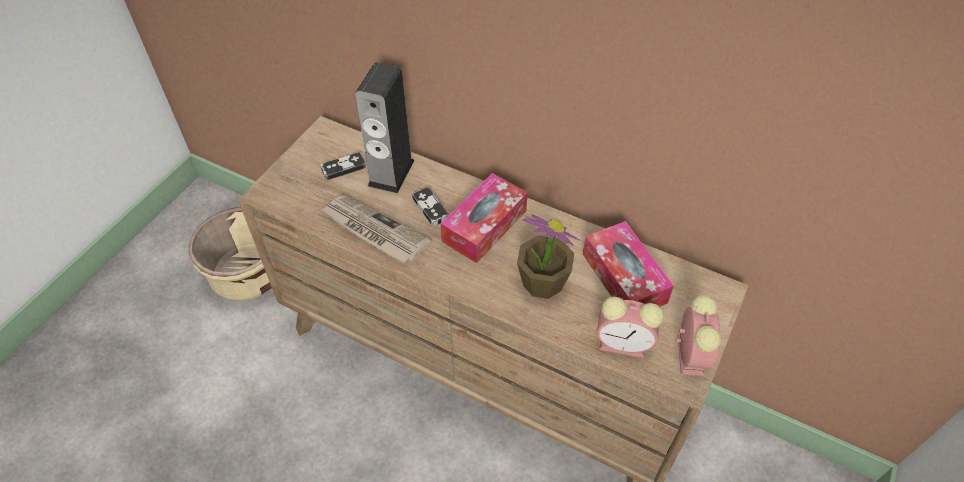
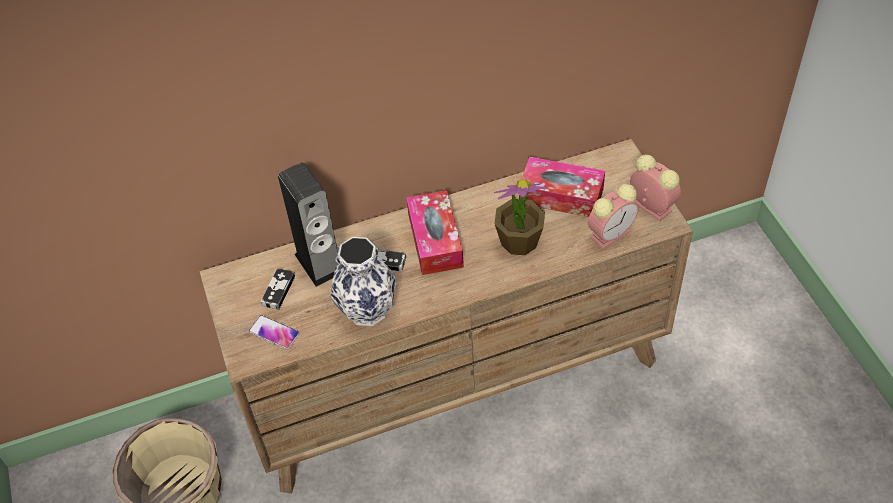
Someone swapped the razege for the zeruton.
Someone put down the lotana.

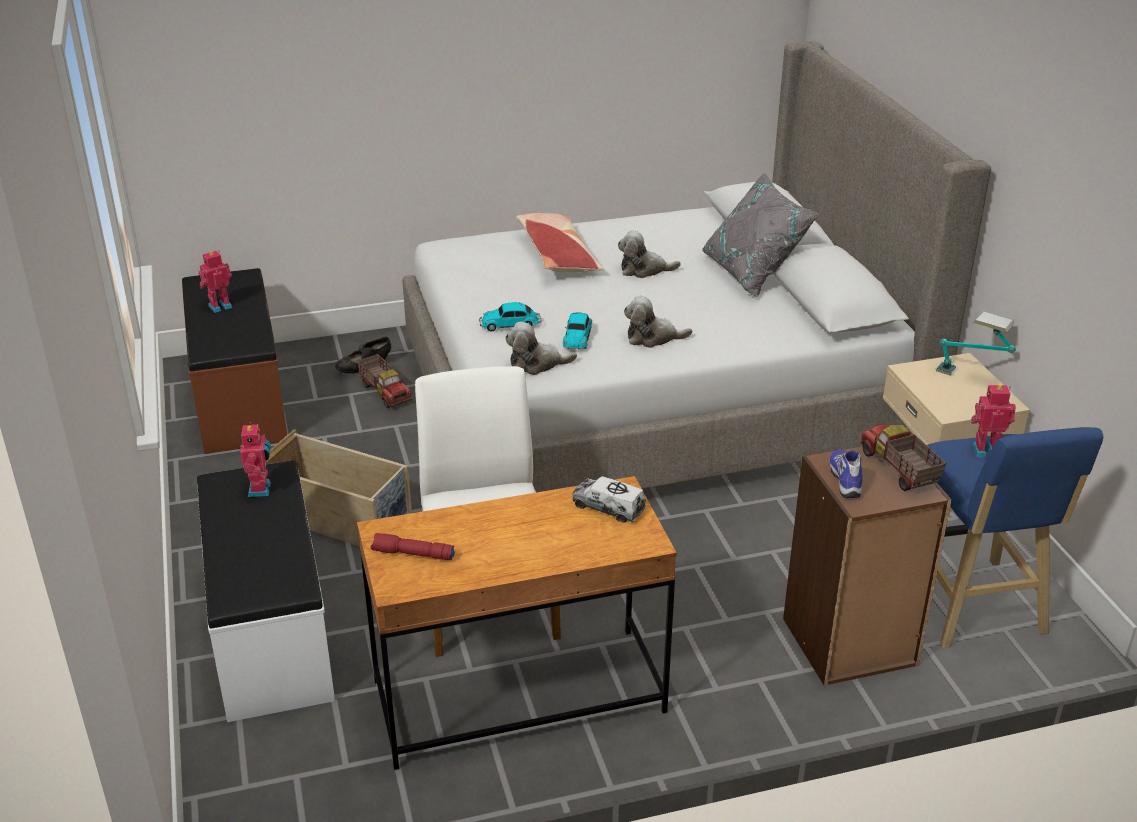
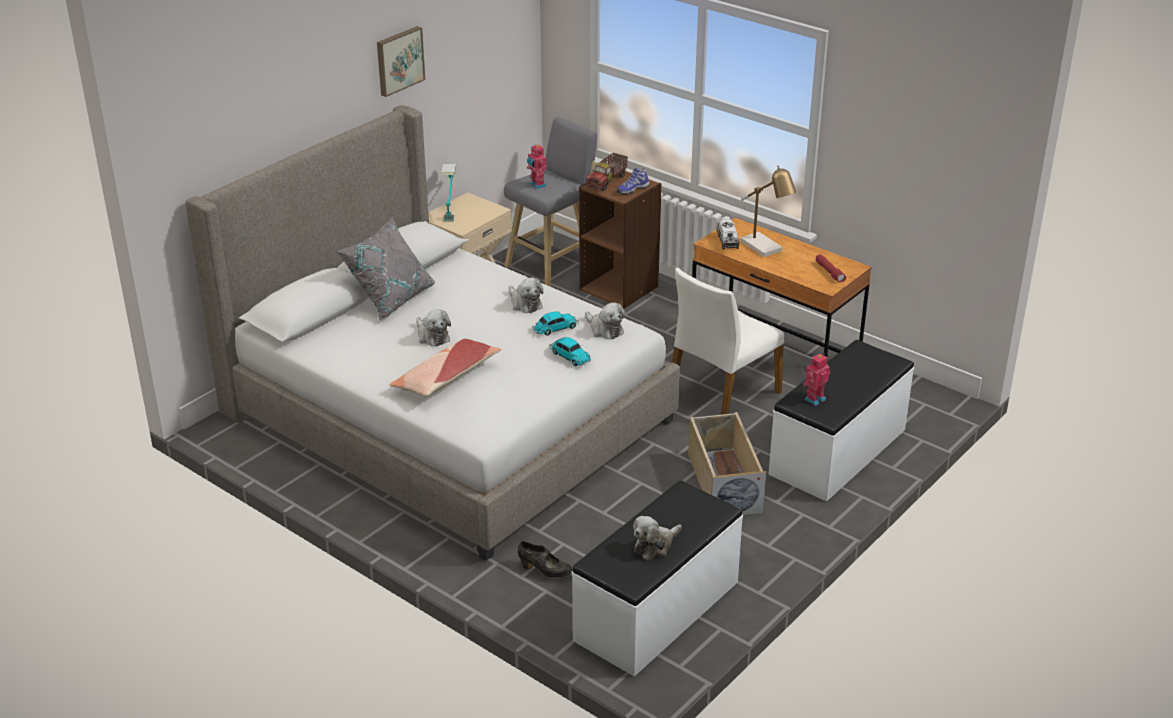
Someone swapped the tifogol (1st from left) for the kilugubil (4th from left).
Someone repainted the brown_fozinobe, which became the white_fozinobe (1st from left).
Someone took away the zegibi (1st from left).
Someone repainted the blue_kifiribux, which became the grey_kifiribux.
Someone put up the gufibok.
Someone put down the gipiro (2nd from left).

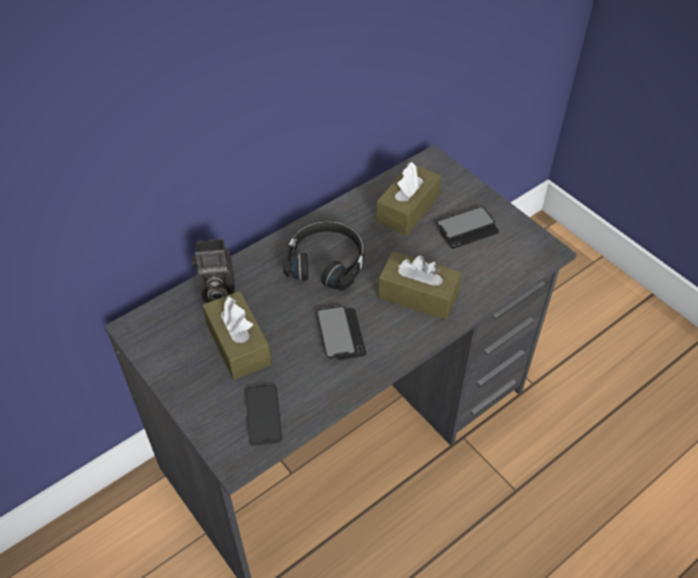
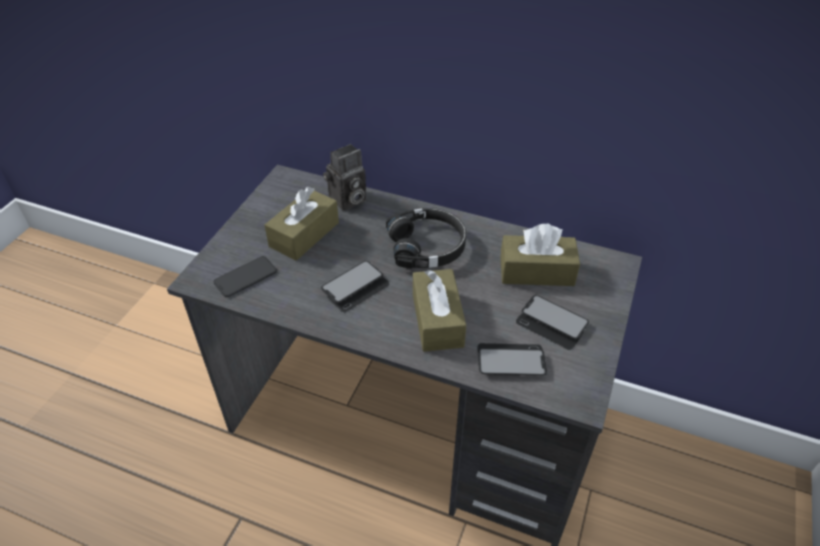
Someone rotated the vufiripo by 90 degrees counterclockwise.
Someone put down the lotana (3rd from left).

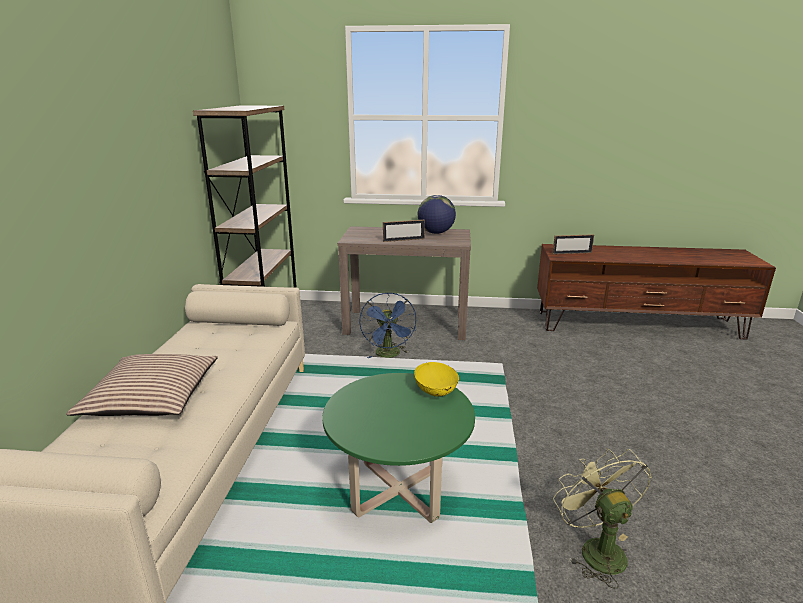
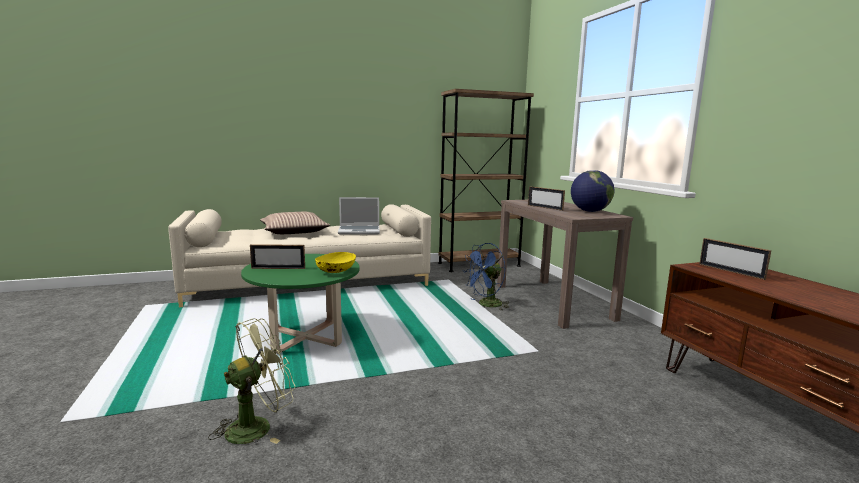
Someone put down the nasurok.
Someone put down the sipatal (1st from left).

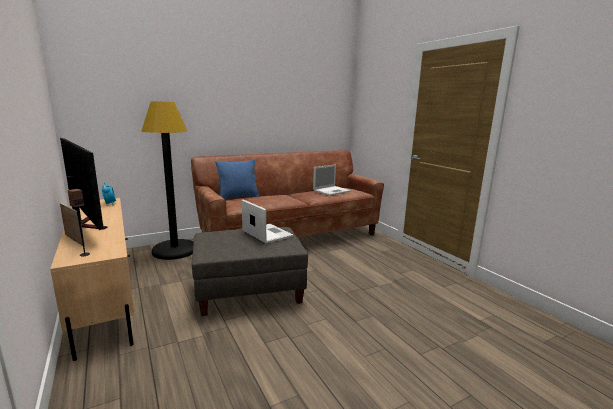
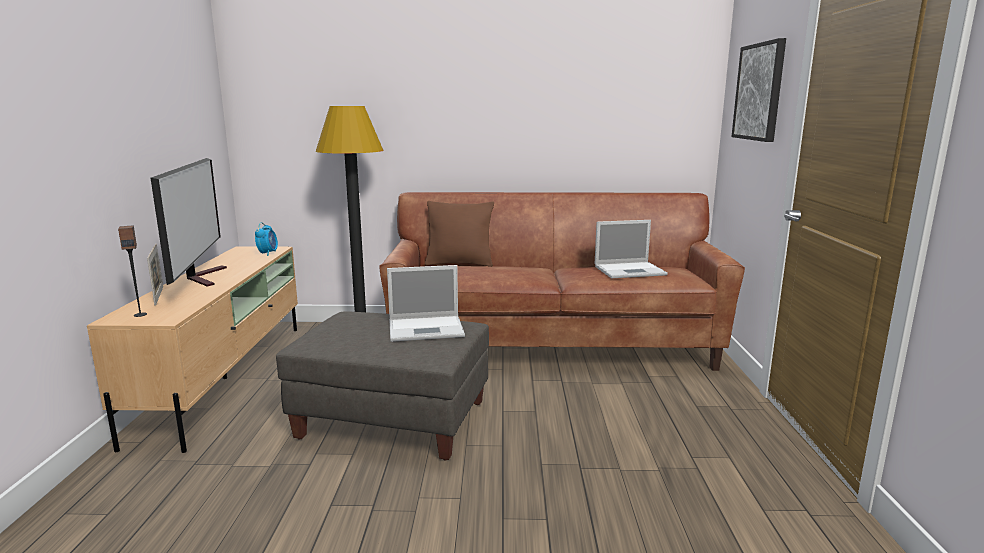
Someone repainted the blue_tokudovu, which became the brown_tokudovu.
Someone rotated the nasurok (1st from left) by 90 degrees clockwise.
Someone put up the gufibok.

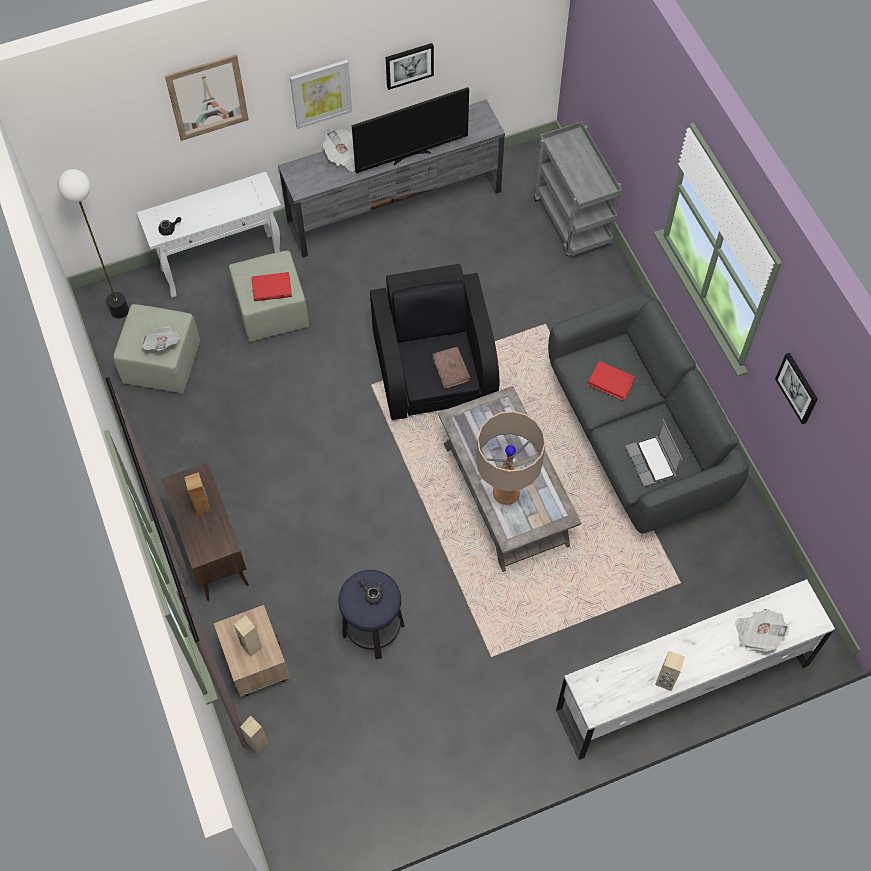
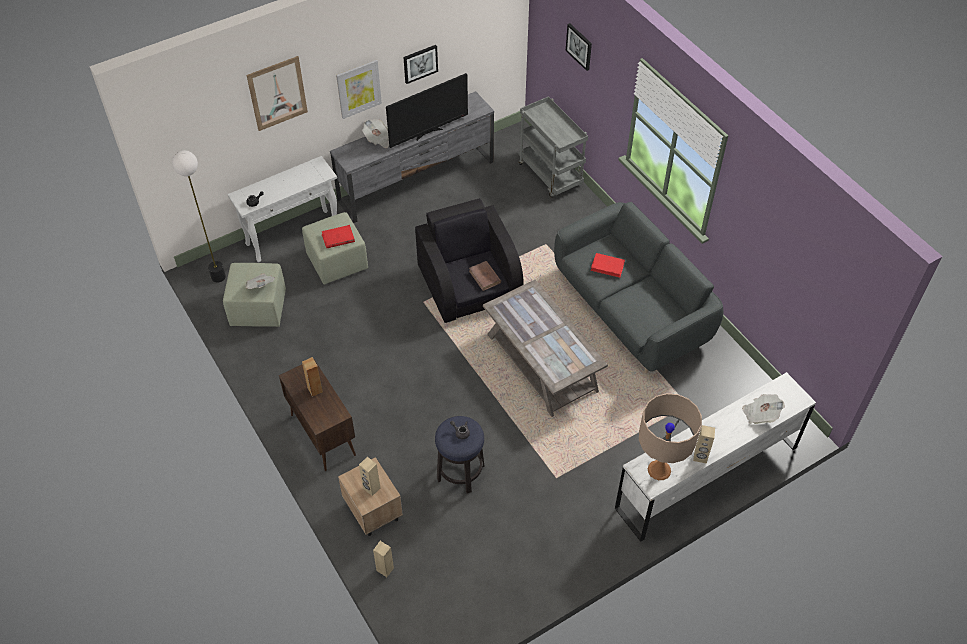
Someone carried the gufibok (4th from left).
Someone carried the beige_gipiro.
Someone took away the nasurok.

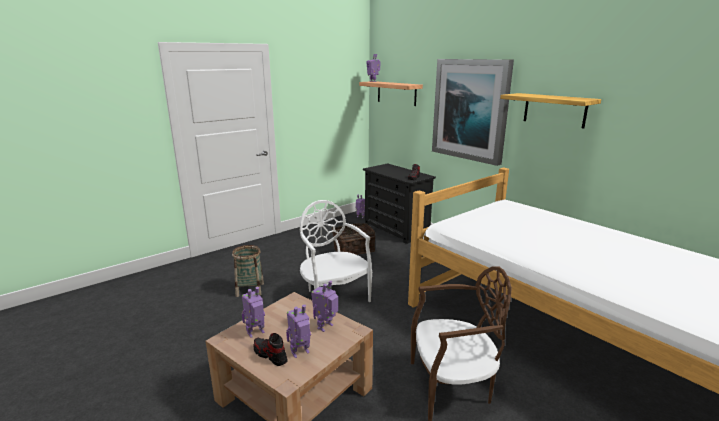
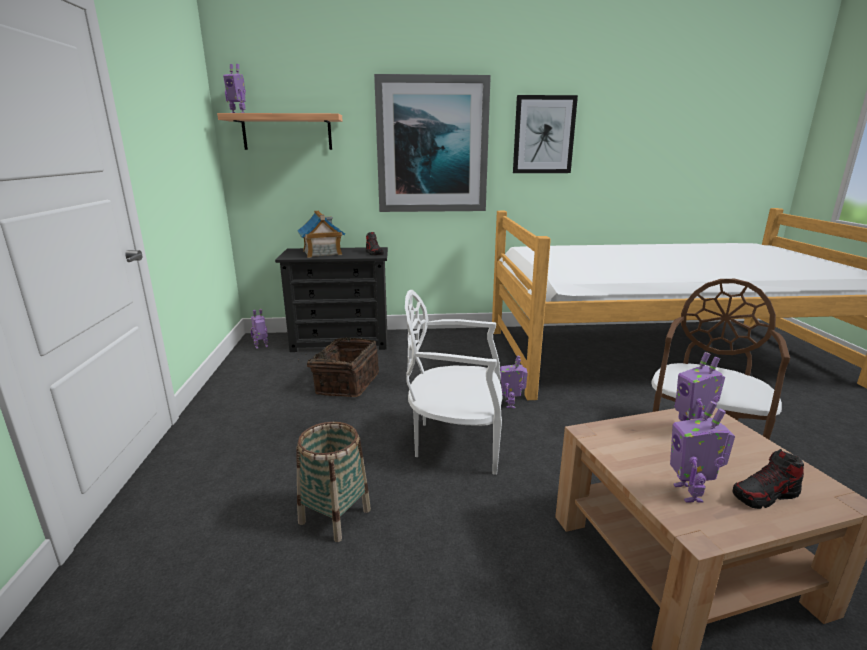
Someone swapped the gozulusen (2nd from left) for the gufibok (2nd from left).
Someone carried the tifogol (2nd from left in the first image).
Someone put down the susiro.

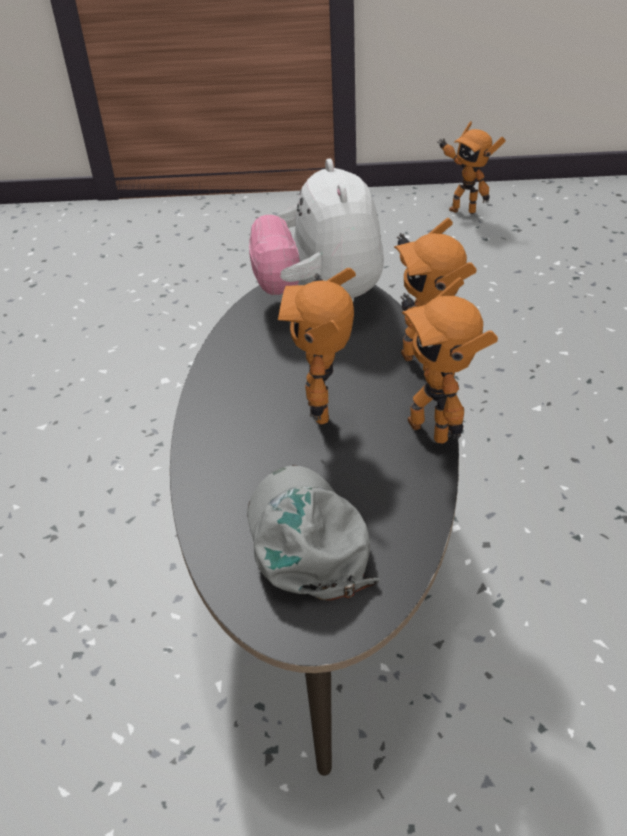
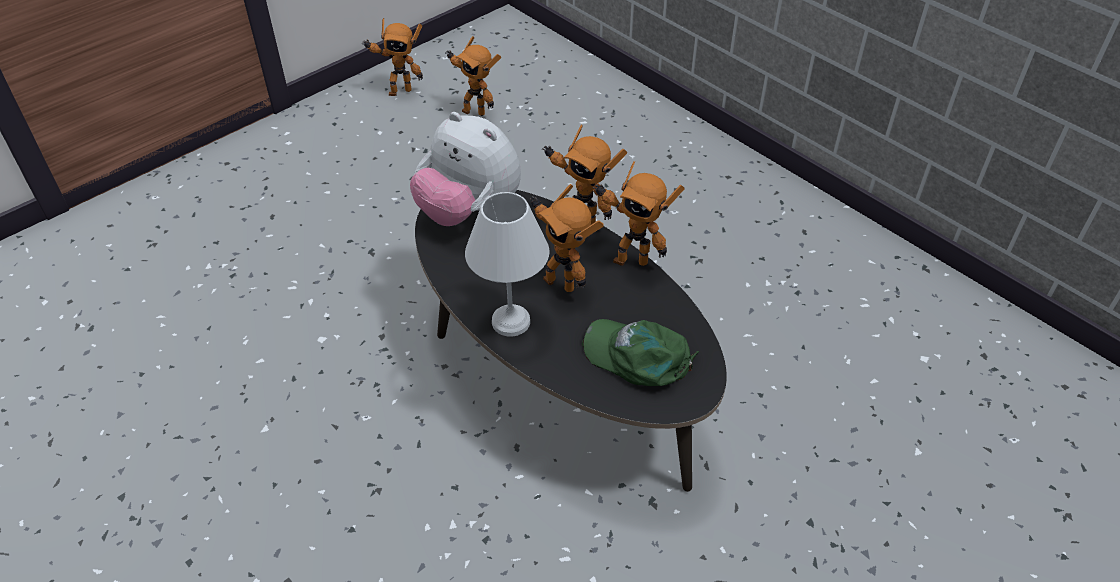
Someone repainted the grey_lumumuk, which became the green_lumumuk.
Someone put down the tifogol (2nd from left).
Someone put down the white_gipiro.

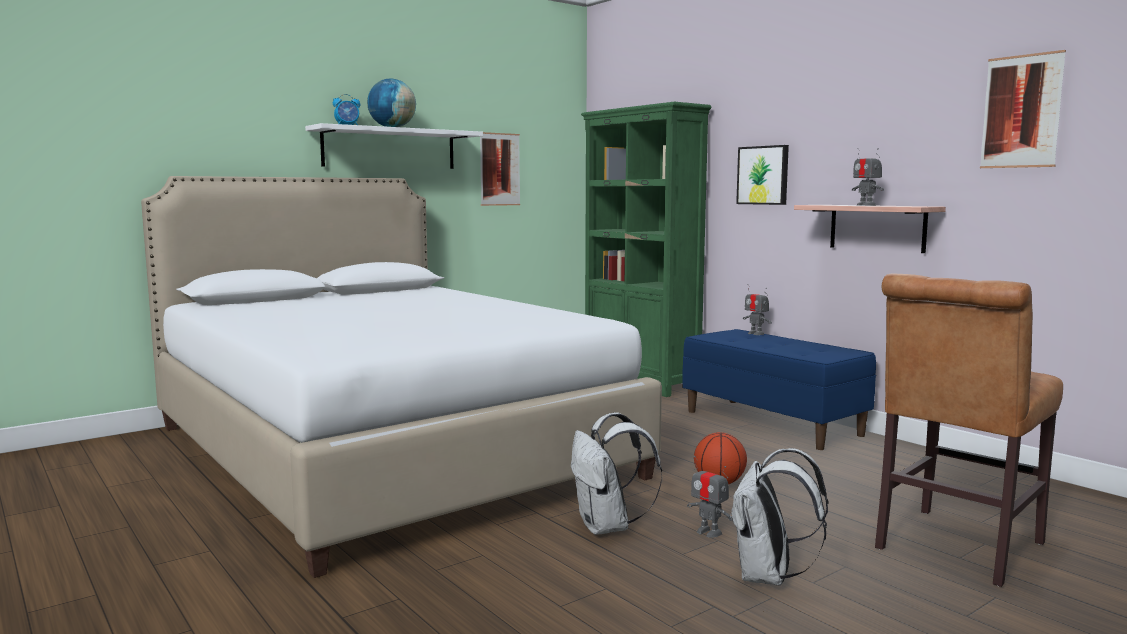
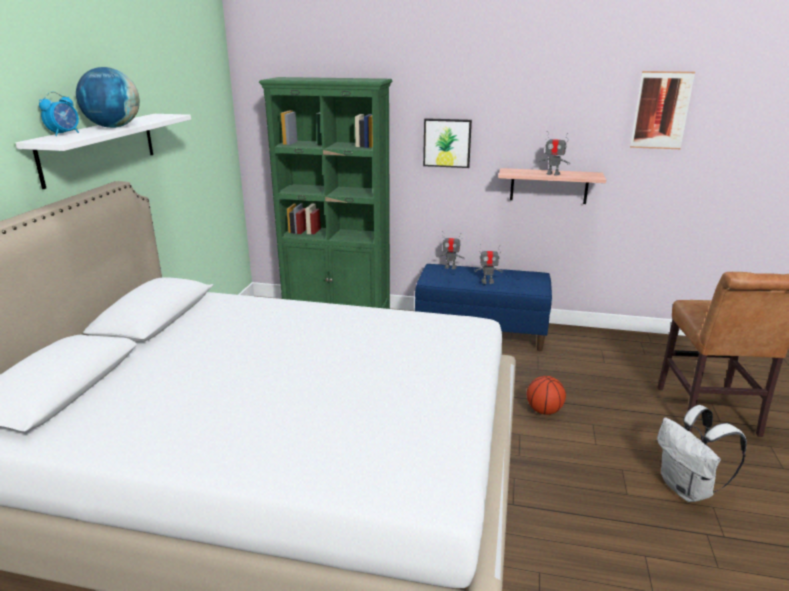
Someone took away the gufibok (1st from left).
Someone took away the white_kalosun (1st from left).
Someone carried the tifogol (1st from left in the first image).

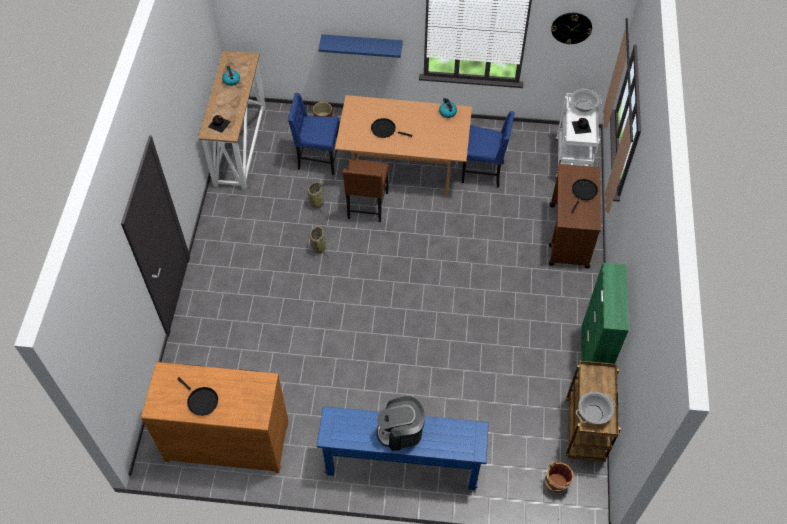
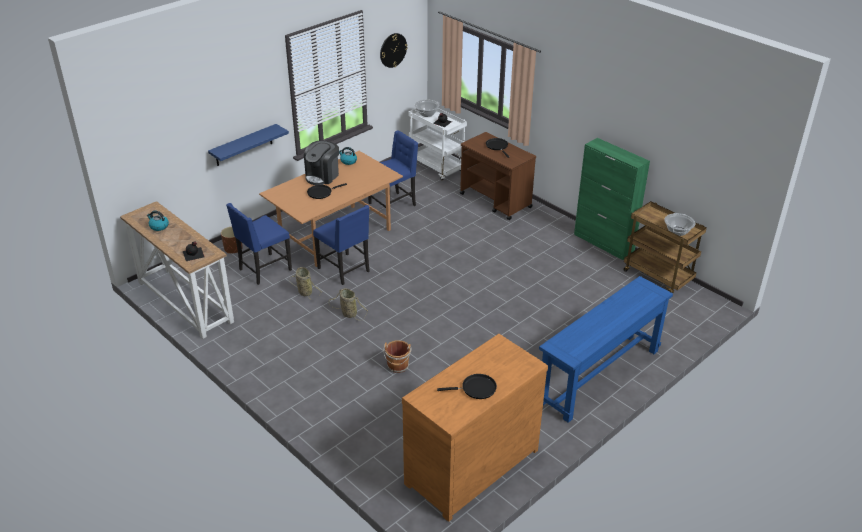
Someone repainted the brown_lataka, which became the blue_lataka (2nd from left).
Someone carried the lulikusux.
Someone carried the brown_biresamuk.

